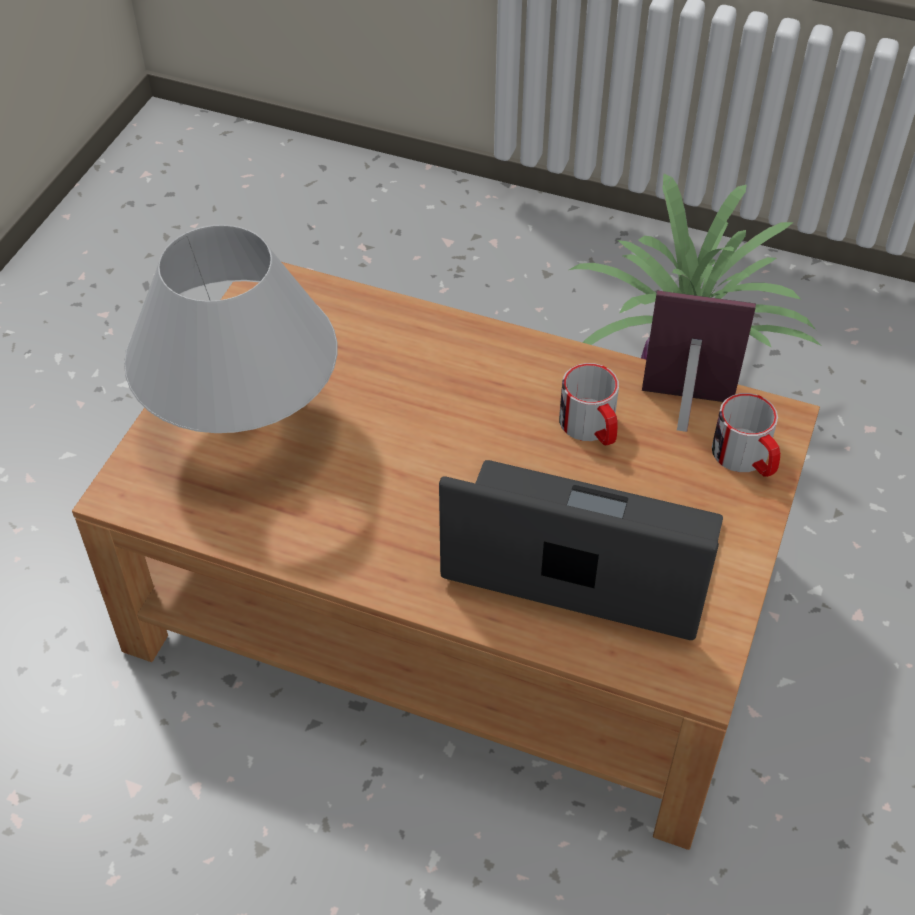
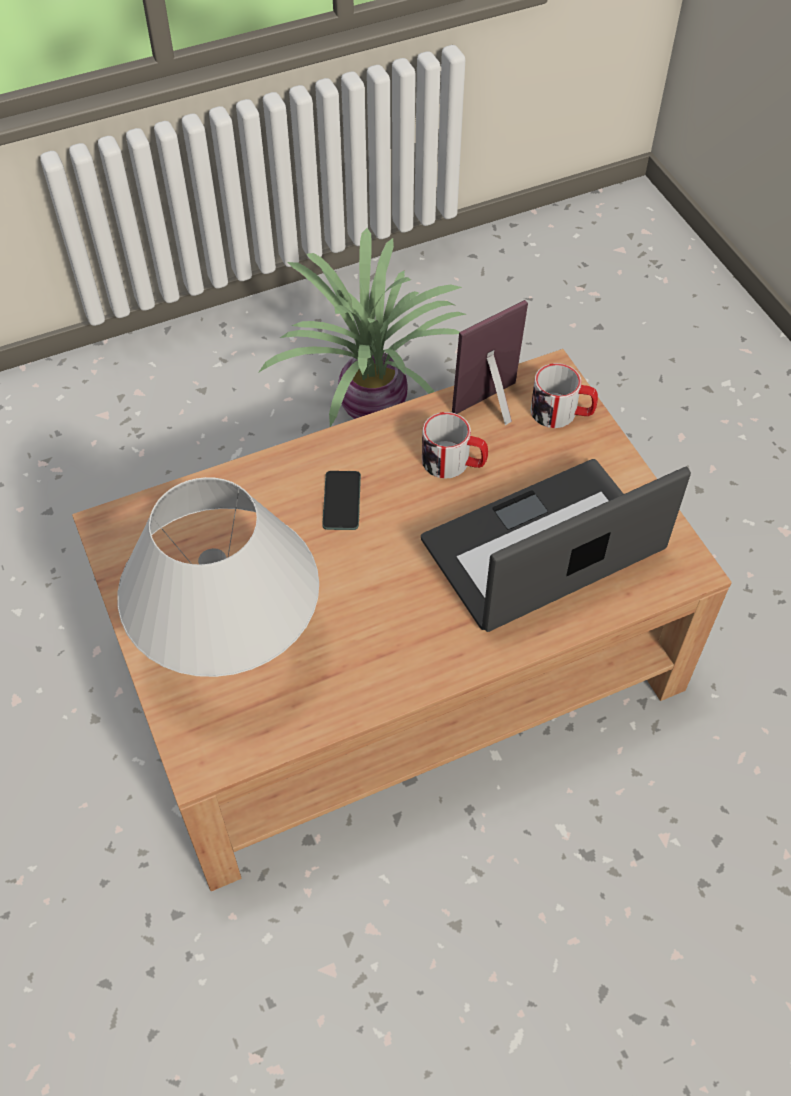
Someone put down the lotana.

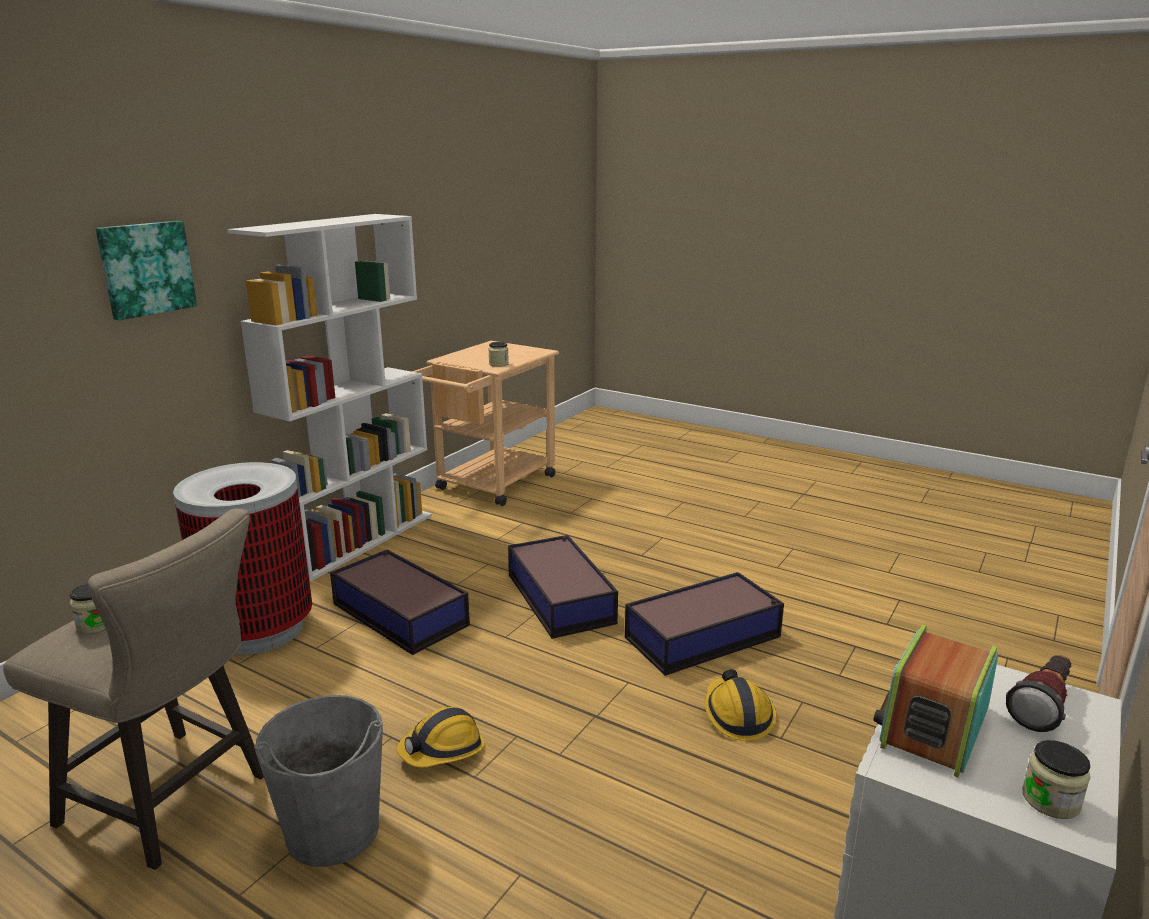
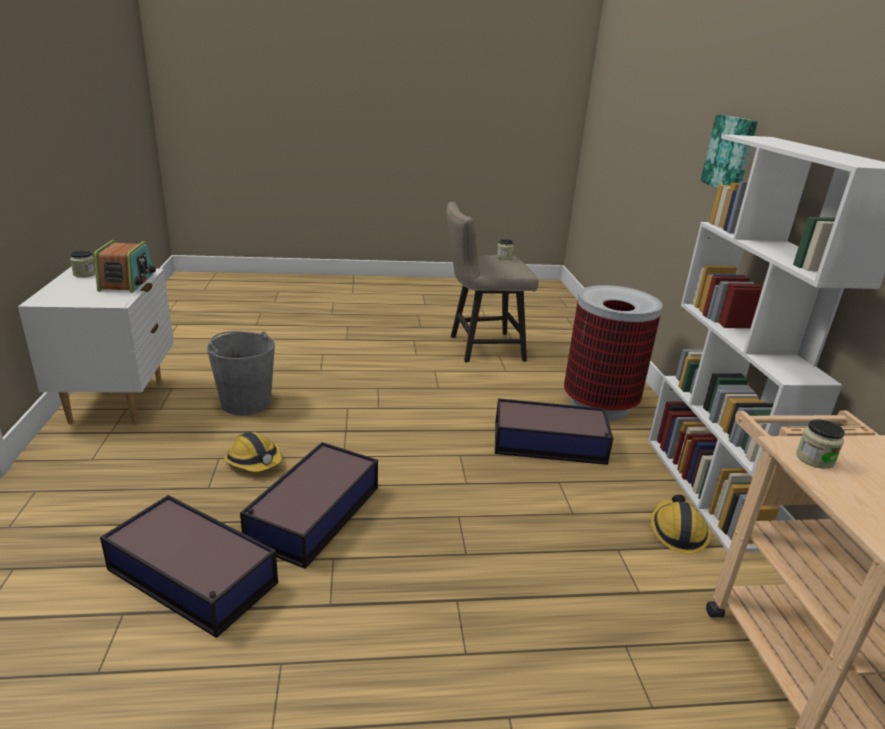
Someone carried the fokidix (2nd from left in the first image).
Someone took away the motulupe.
Someone carried the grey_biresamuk.
Someone carried the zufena (1st from left in the first image).

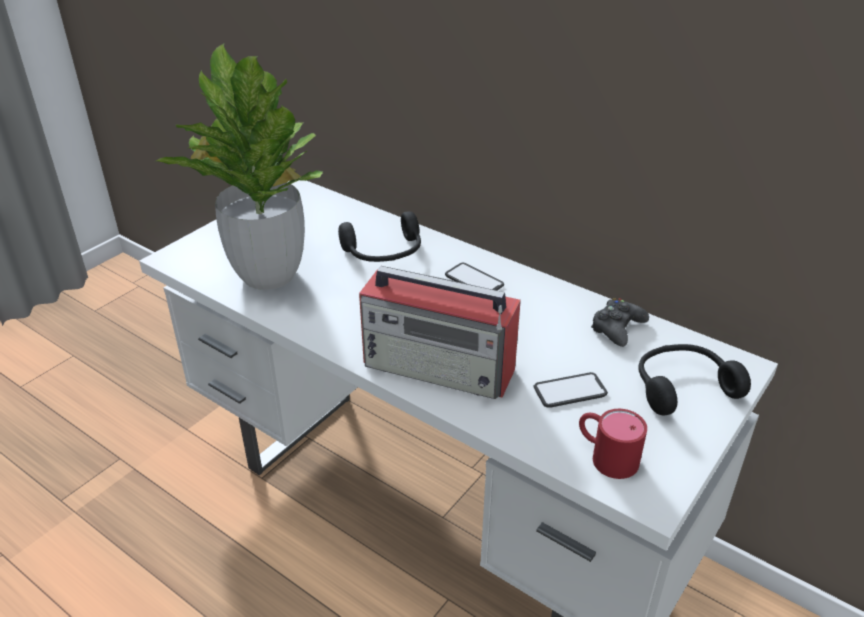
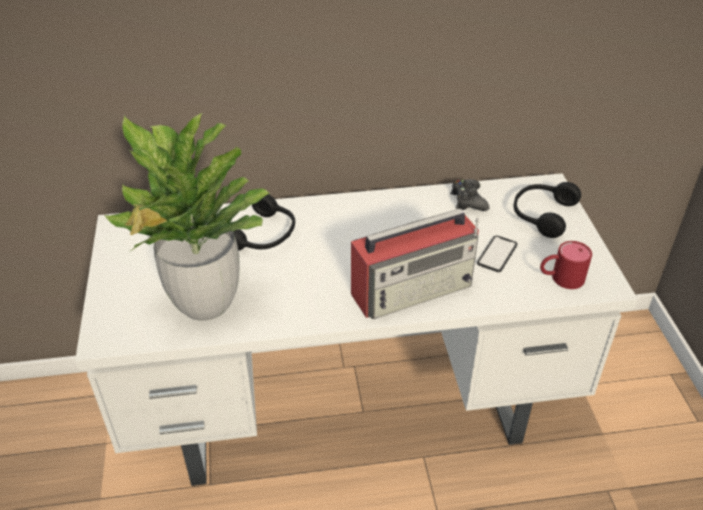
Someone took away the lotana (1st from left).

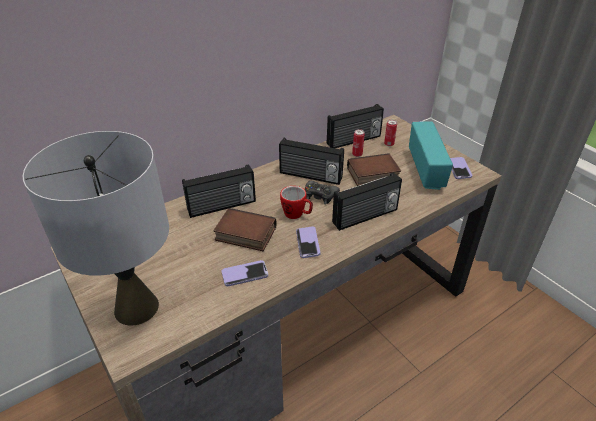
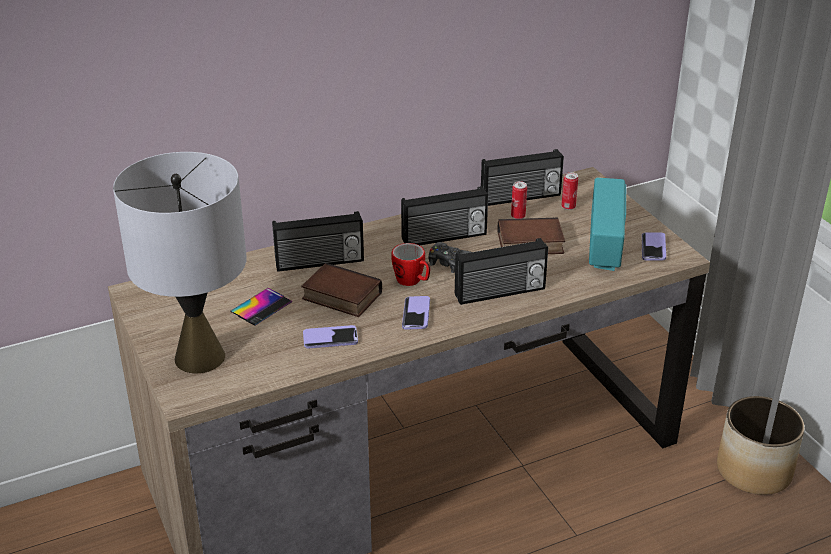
Someone rotated the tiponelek (2nd from left) by 45 degrees counterclockwise.
Someone put down the lotana (1st from left).
Someone put down the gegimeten.

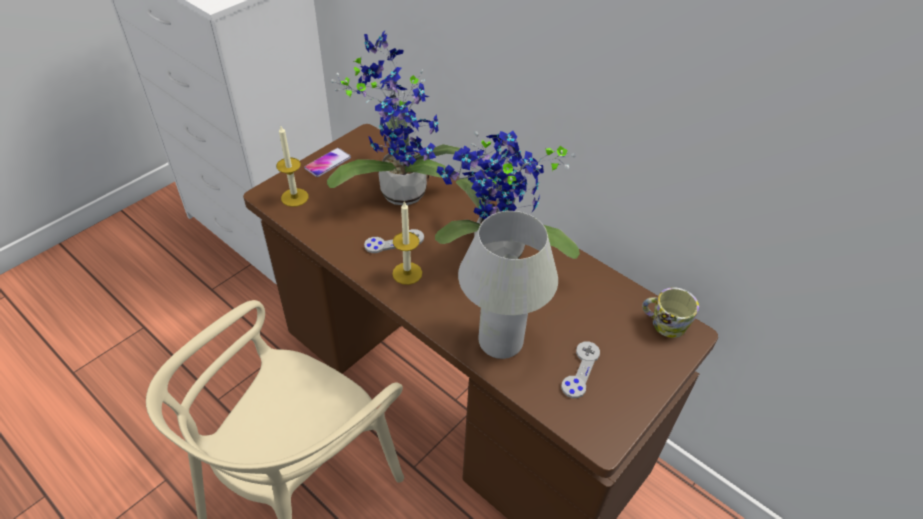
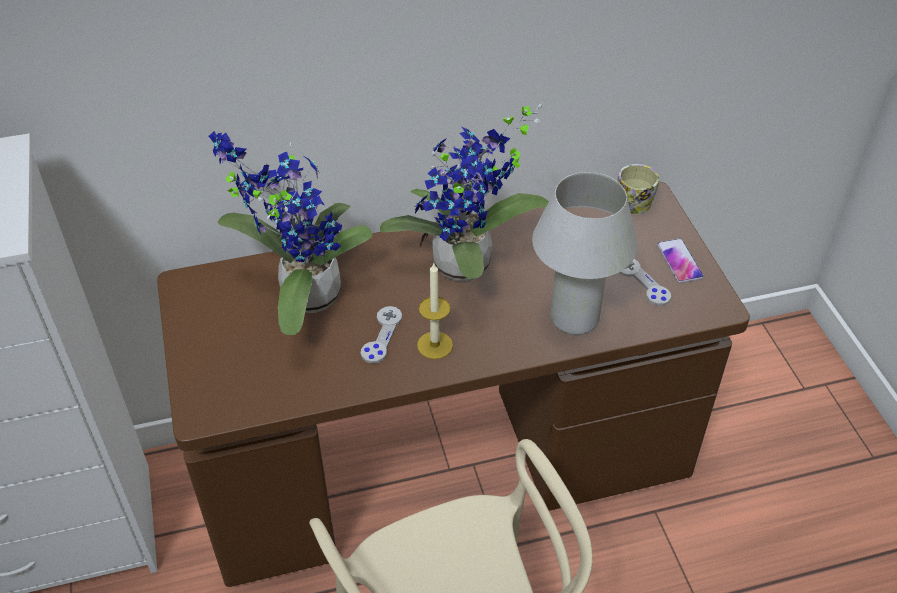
Someone took away the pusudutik (1st from left).
Someone carried the lotana.

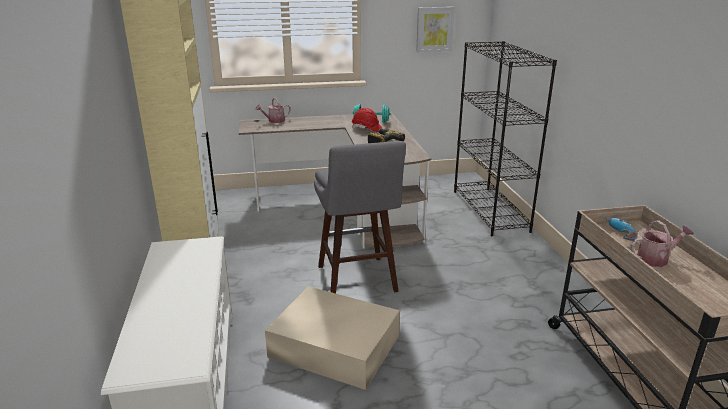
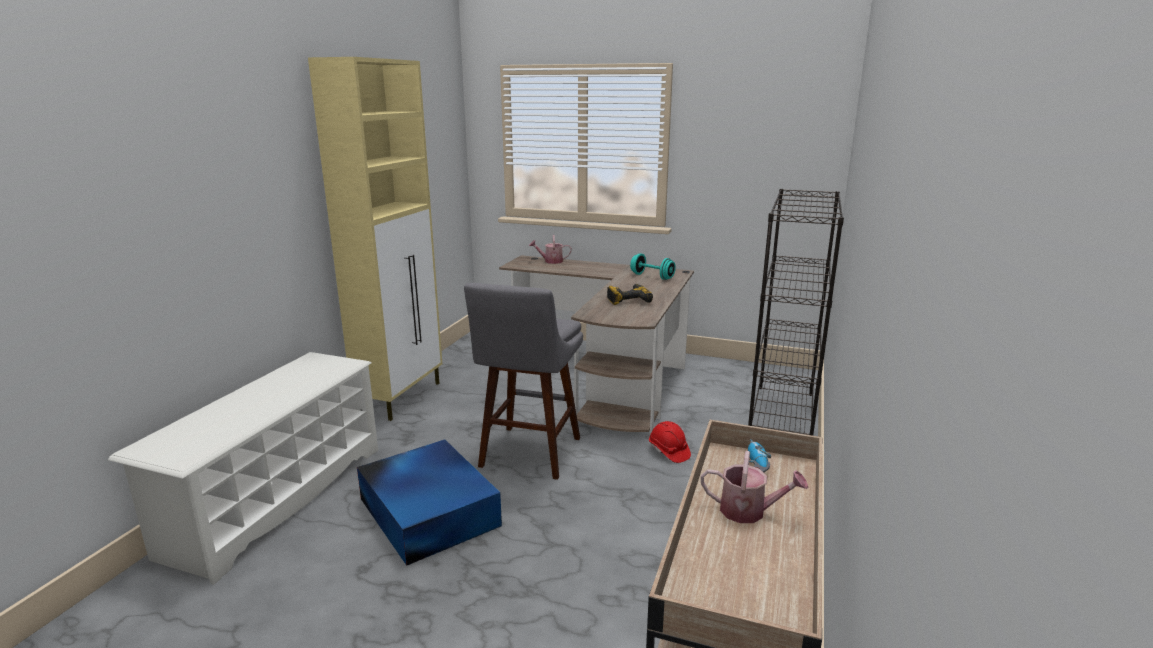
Someone took away the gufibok.
Someone carried the red_zufena.
Someone repainted the beige_fokidix, which became the blue_fokidix.

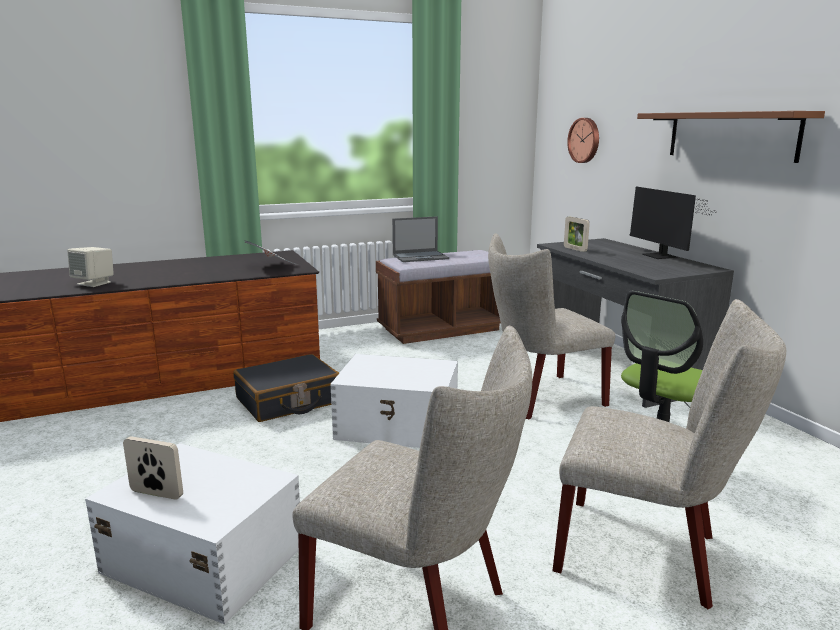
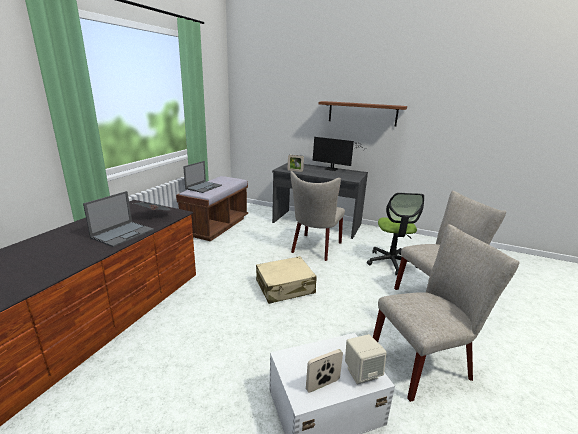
Someone took away the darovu.
Someone carried the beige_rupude.
Someone took away the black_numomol.
Someone swapped the white_fokidix (2nd from left) for the beige_numomol.
Someone put down the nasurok (1st from left).

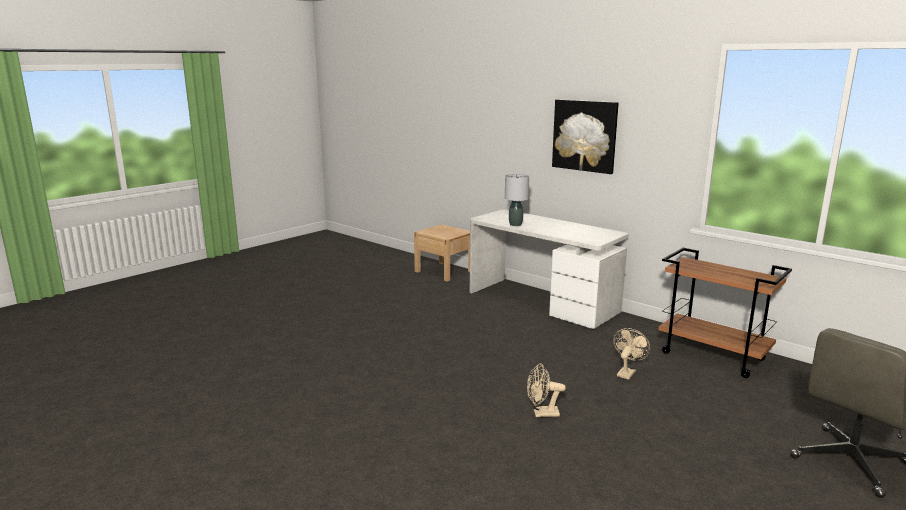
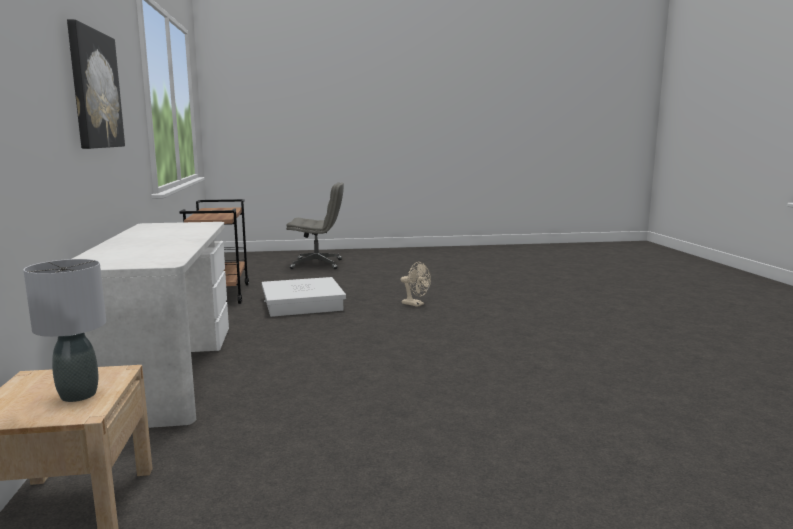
Someone carried the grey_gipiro.
Someone swapped the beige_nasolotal (2nd from left) for the white_fokidix.

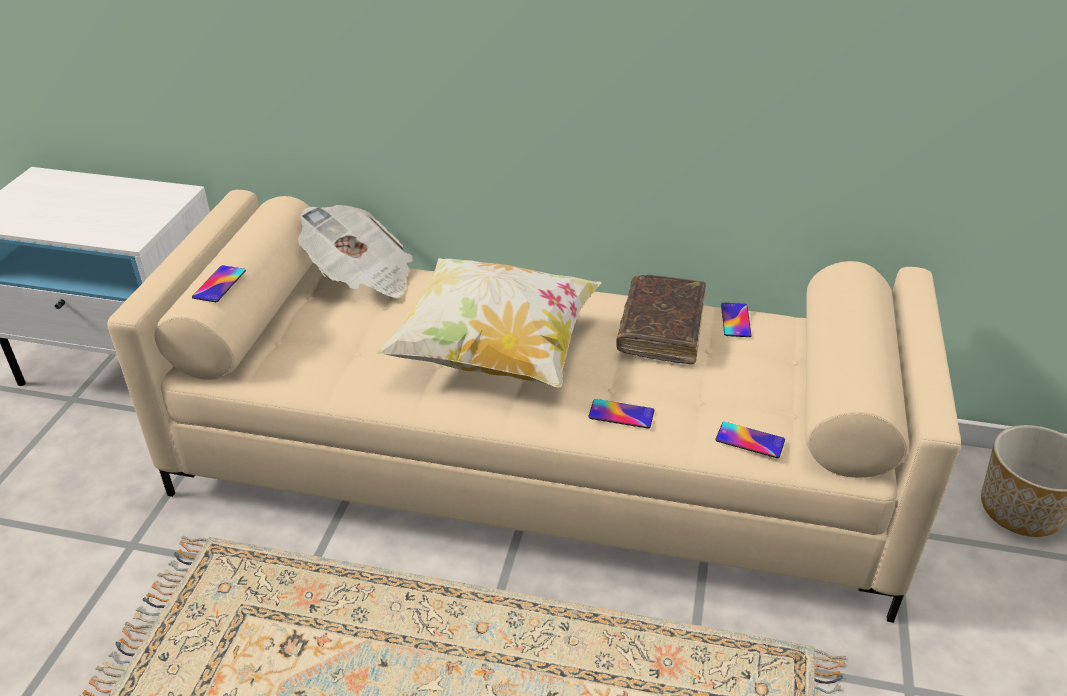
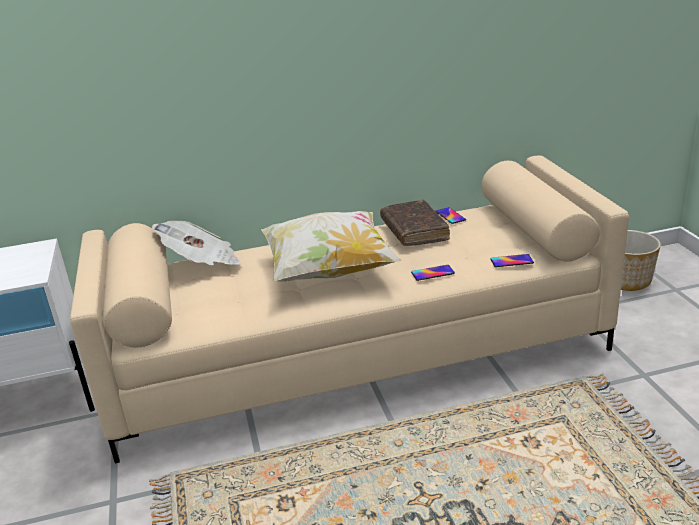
Someone took away the lotana (1st from left).

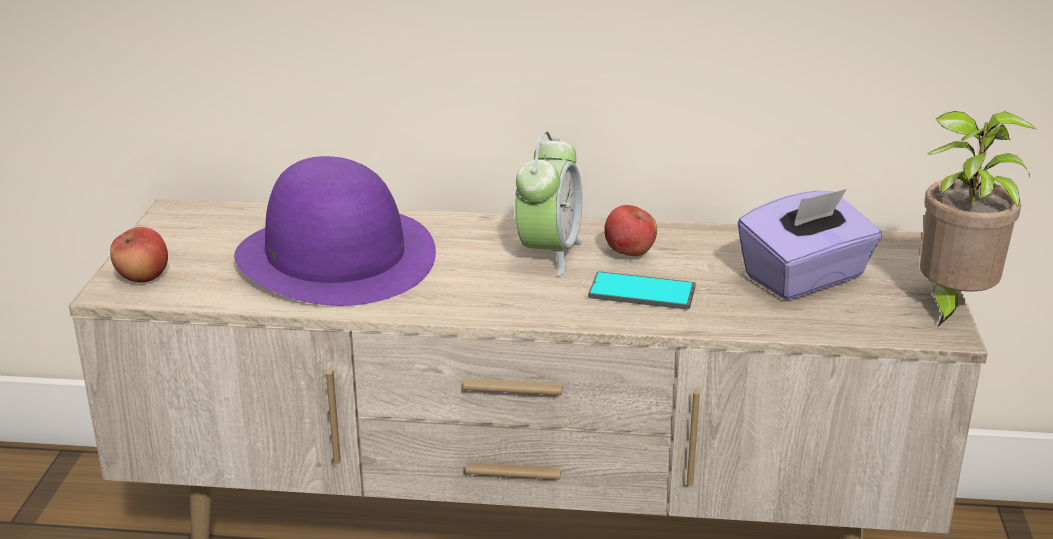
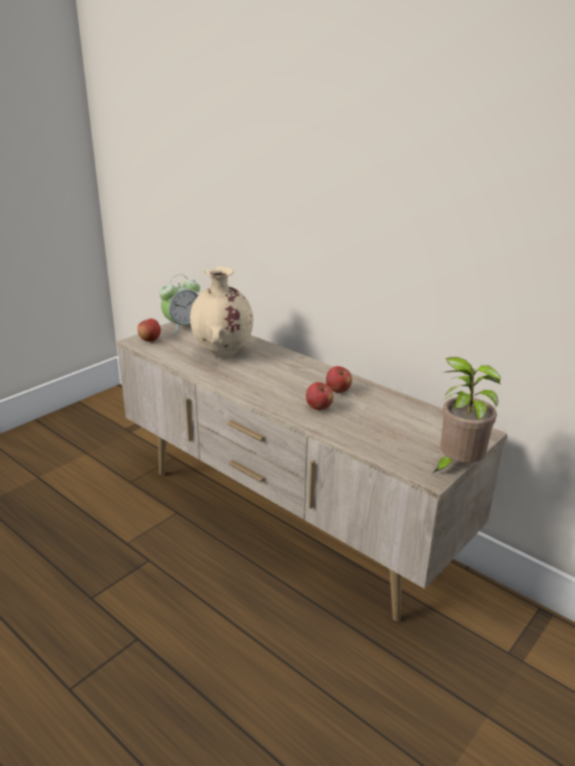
Someone carried the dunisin.
Someone swapped the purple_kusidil for the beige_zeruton.
Someone took away the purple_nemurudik.
Someone swapped the lotana for the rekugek (2nd from left).

